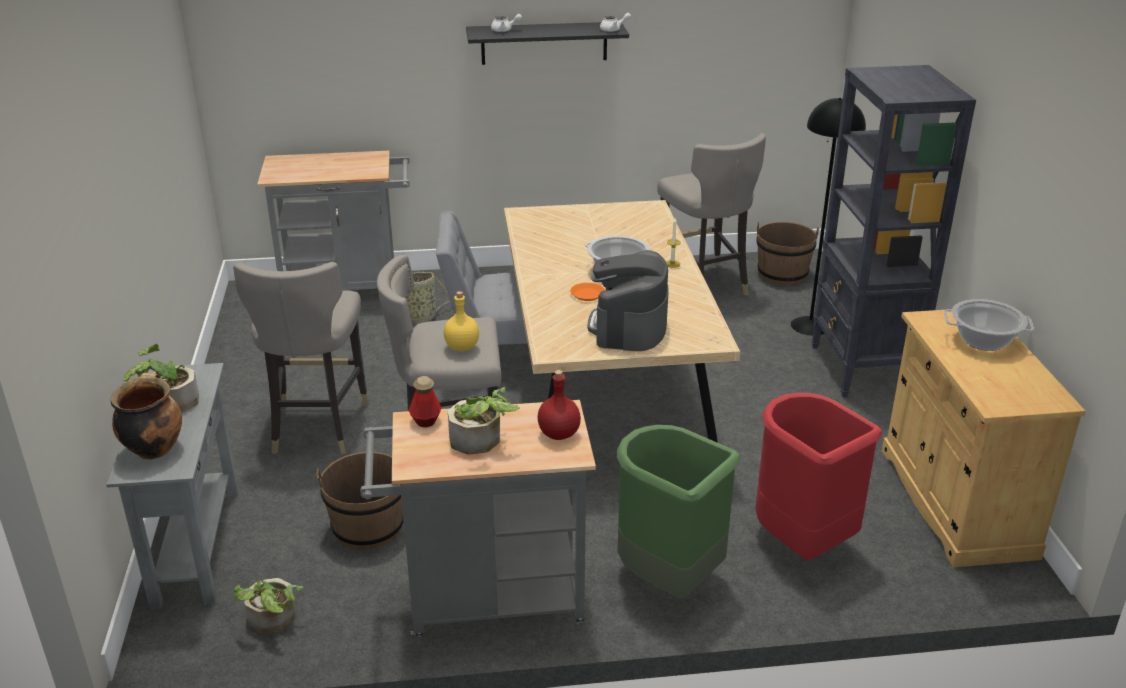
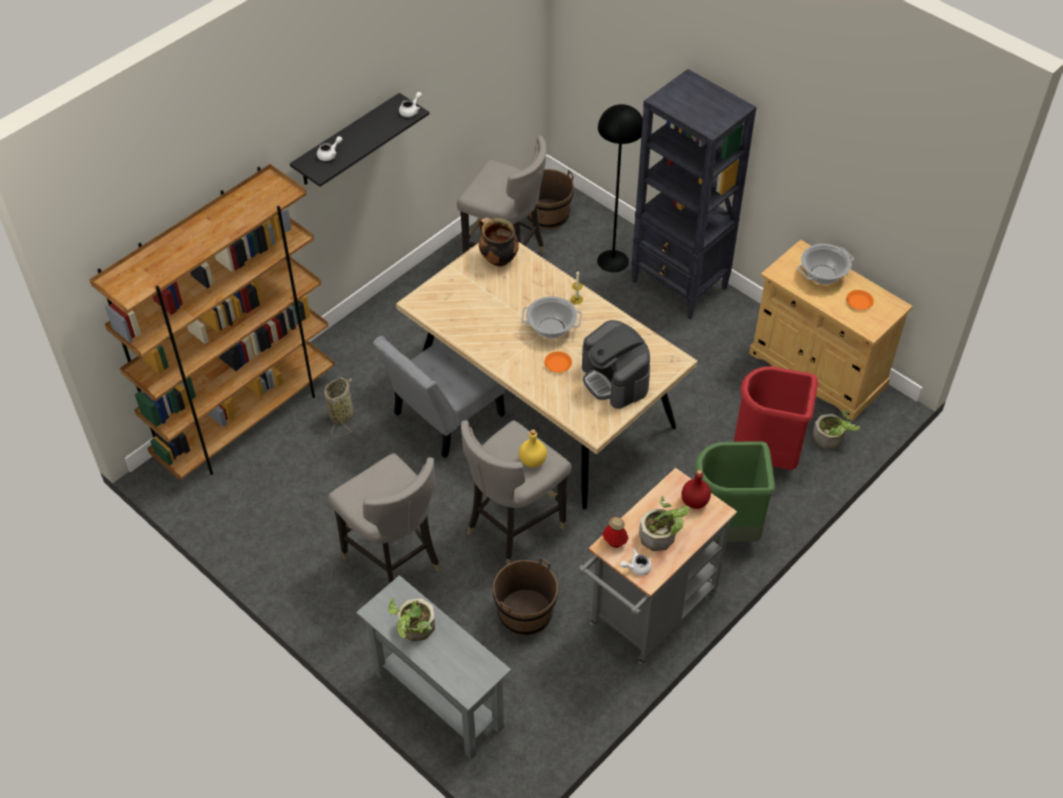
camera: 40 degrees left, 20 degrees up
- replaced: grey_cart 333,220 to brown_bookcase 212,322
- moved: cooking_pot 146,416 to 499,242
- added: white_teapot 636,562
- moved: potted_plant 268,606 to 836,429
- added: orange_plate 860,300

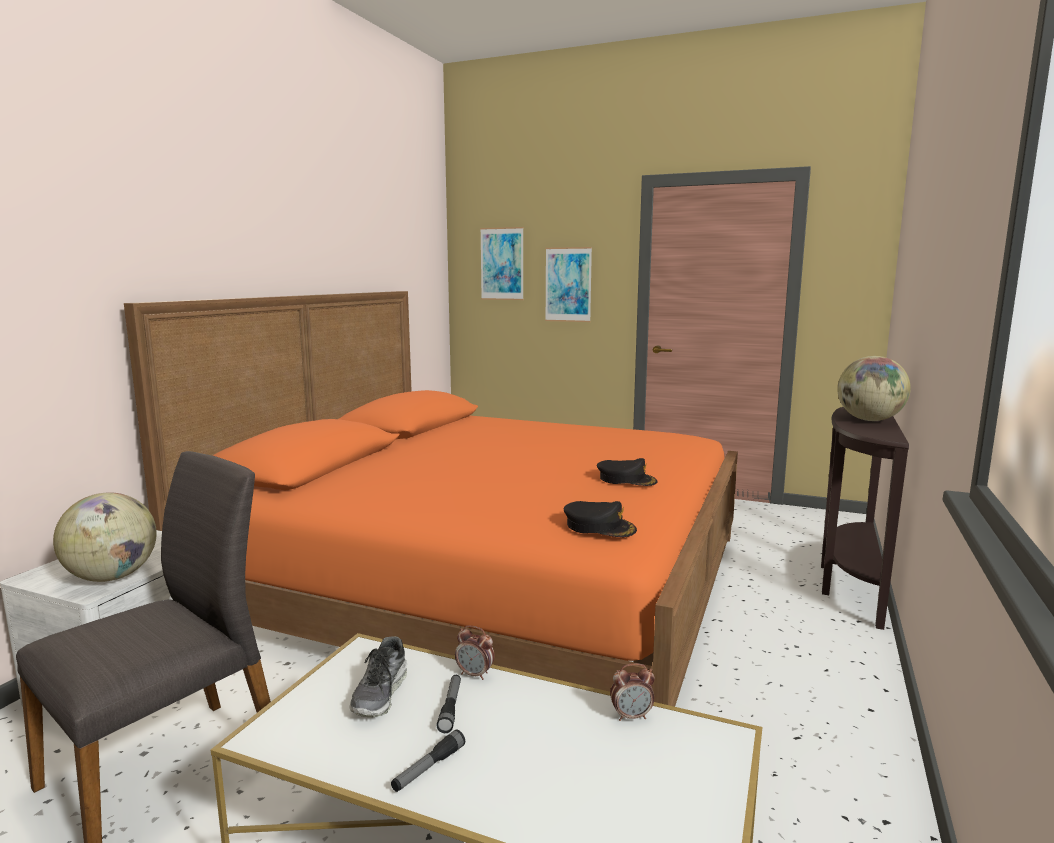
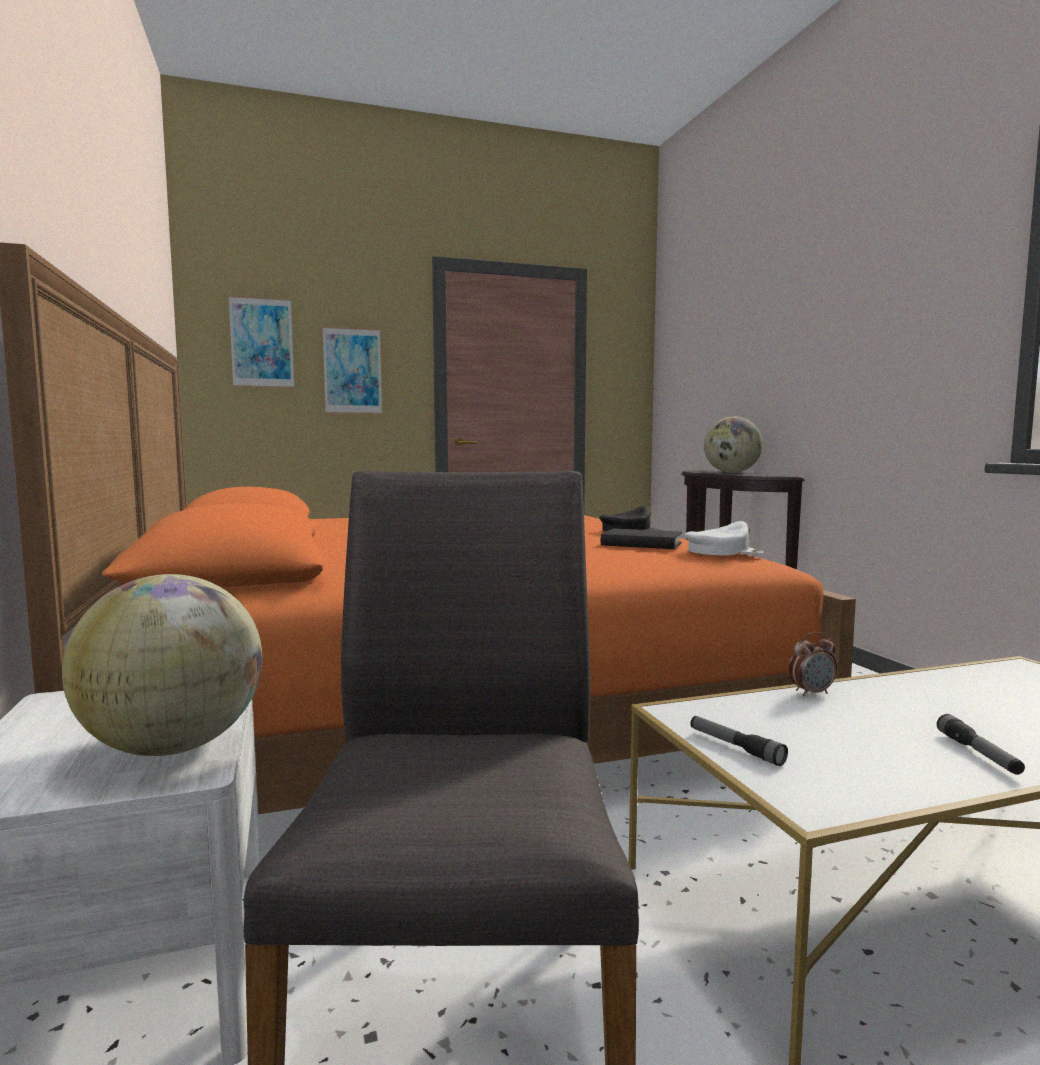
camera: 40 degrees left, 5 degrees down
- added: black_book 641,539
- recoloured: black_cap 600,519 to white_cap 724,538
- moved: flashlight 449,704 to 739,741
- removed: shoe 378,676
- removed: alarm_clock 632,692

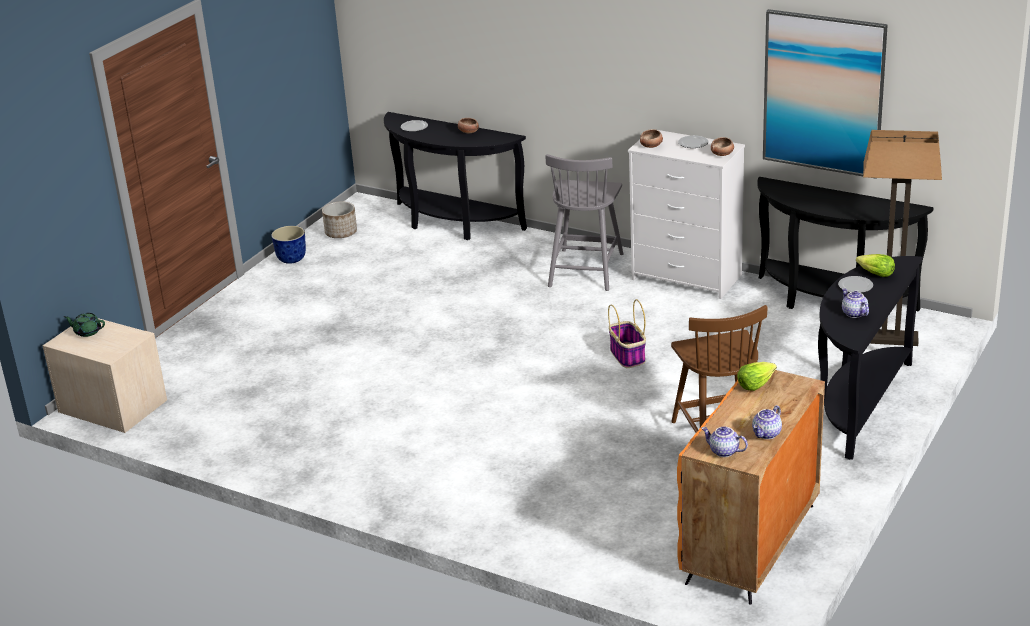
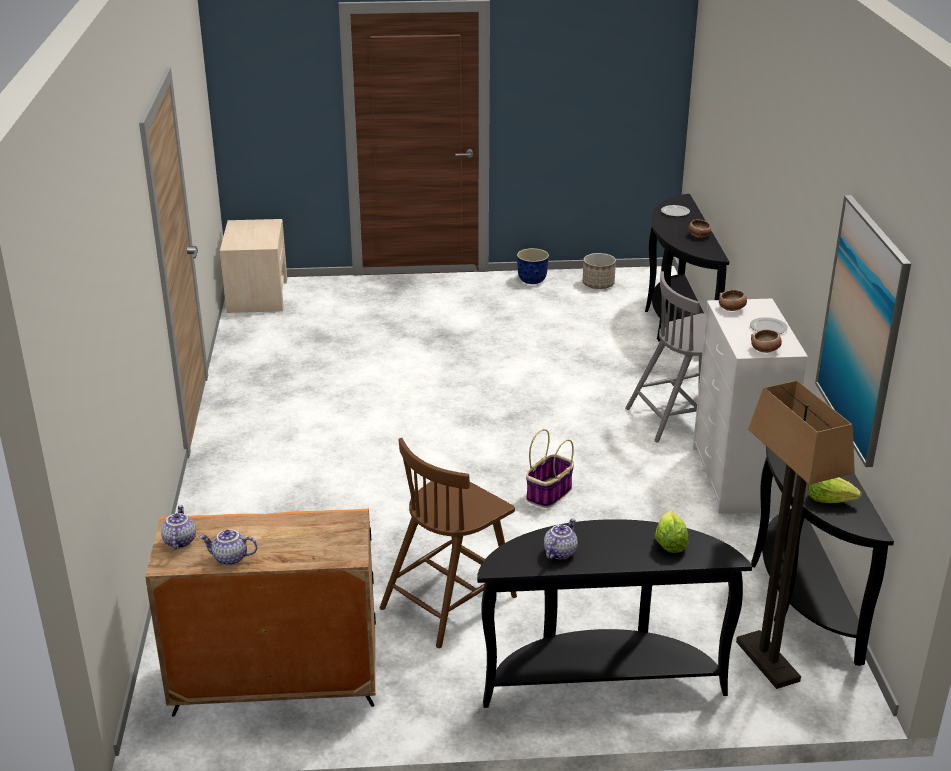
camera: 55 degrees right, 0 degrees up
- moved: lettuce 757,376 to 835,490
- removed: green_teapot 84,325
- removed: plate 855,284

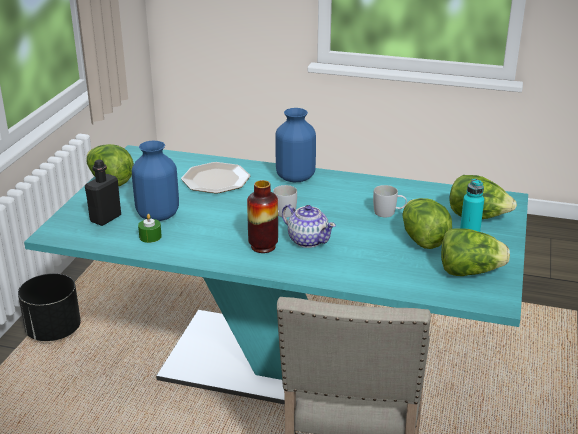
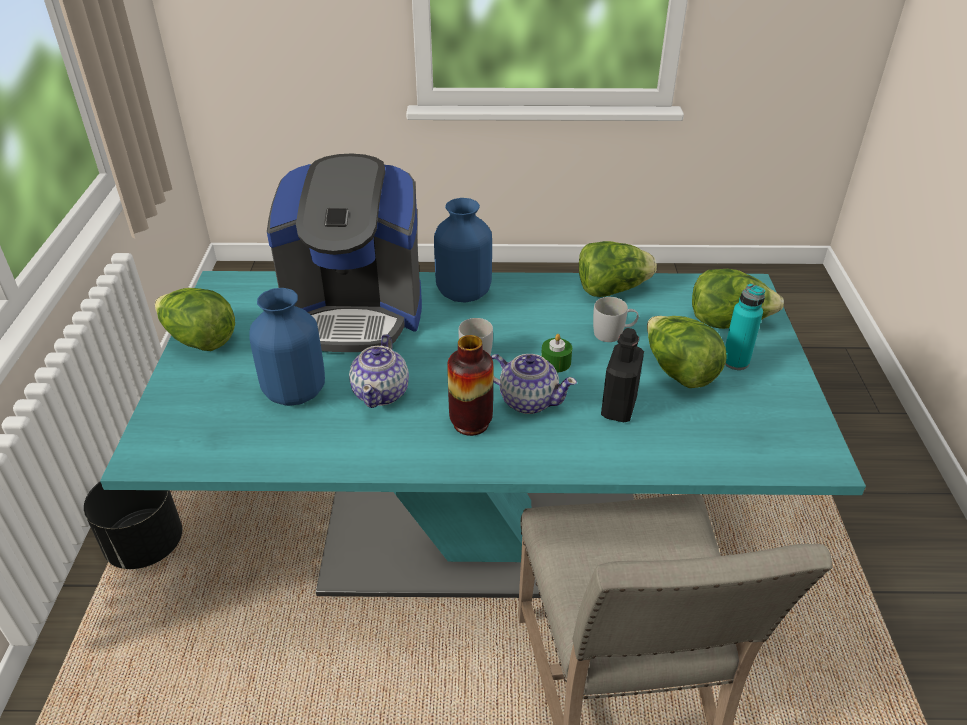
camera: 15 degrees left, 10 degrees up
- replaced: plate 215,178 to coffee_machine 344,252
- added: teapot 379,371
- moved: green_candle 150,228 to 556,353
- moved: lettuce 475,252 to 618,269
- moved: black_bottle 103,192 to 622,375

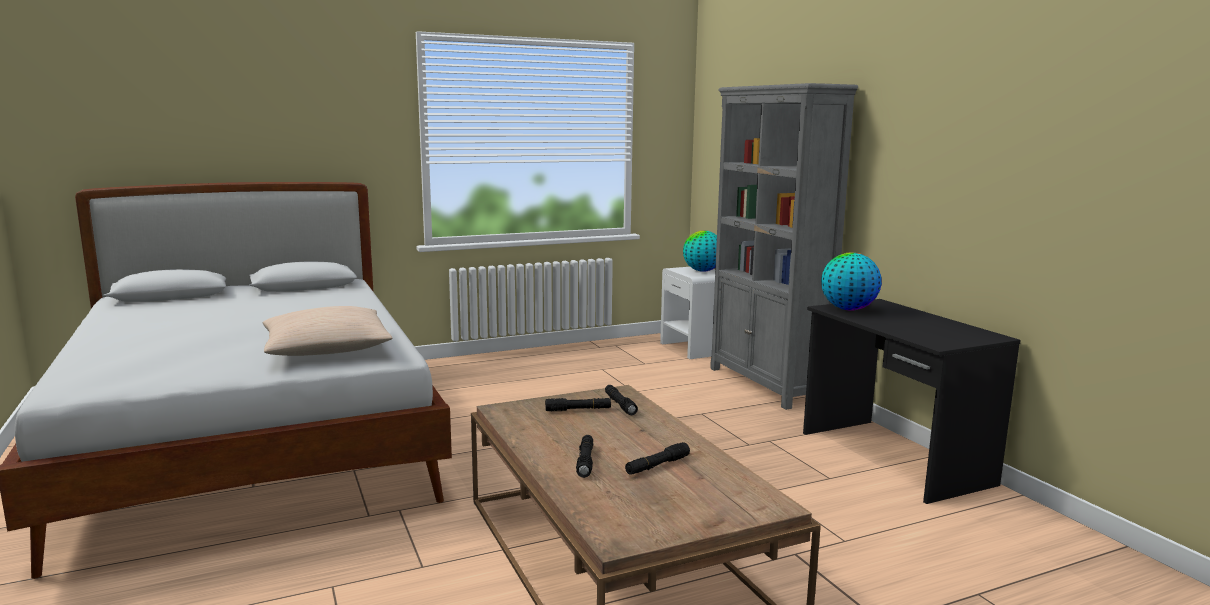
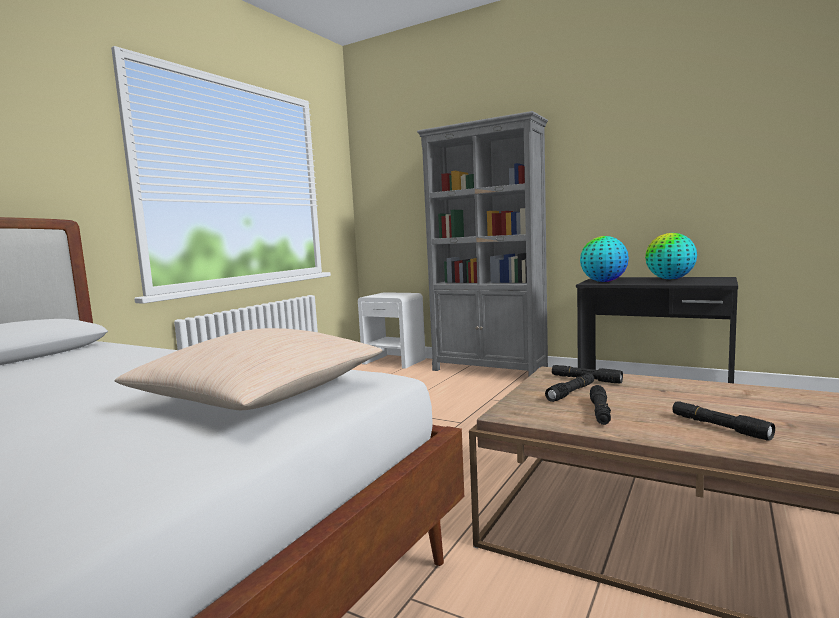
camera: 35 degrees left, 5 degrees down
- moved: black_flashlight 657,458 to 600,405
- moved: globe 700,251 to 671,256

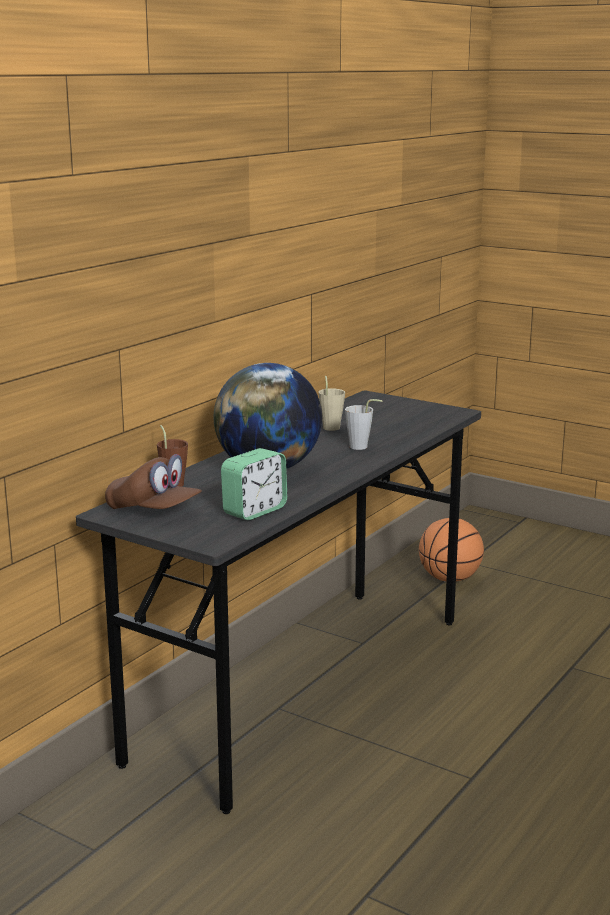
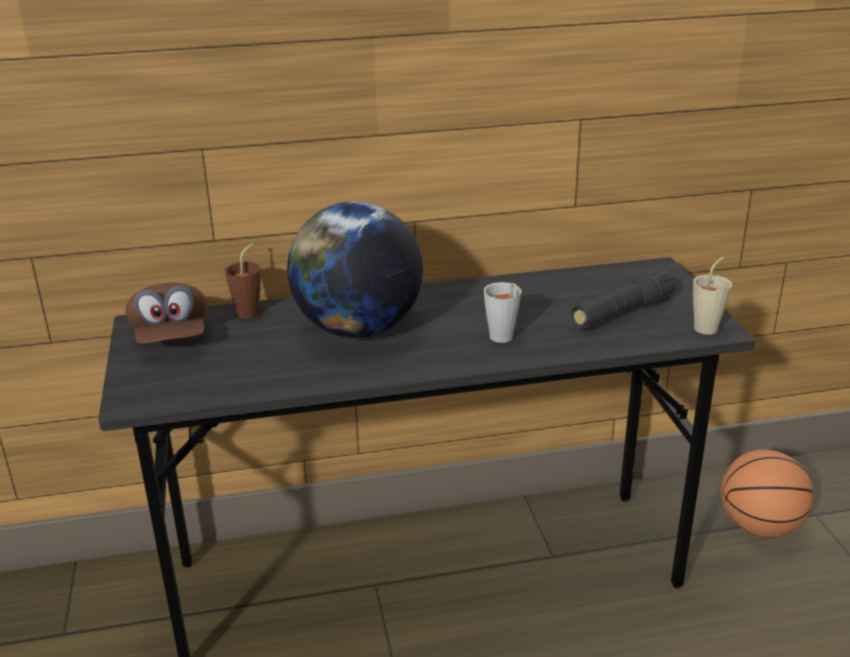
camera: 45 degrees right, 10 degrees up
- added: black_flashlight 623,299
- moved: beige_cup 332,403 to 712,296
- removed: alarm_clock 254,484

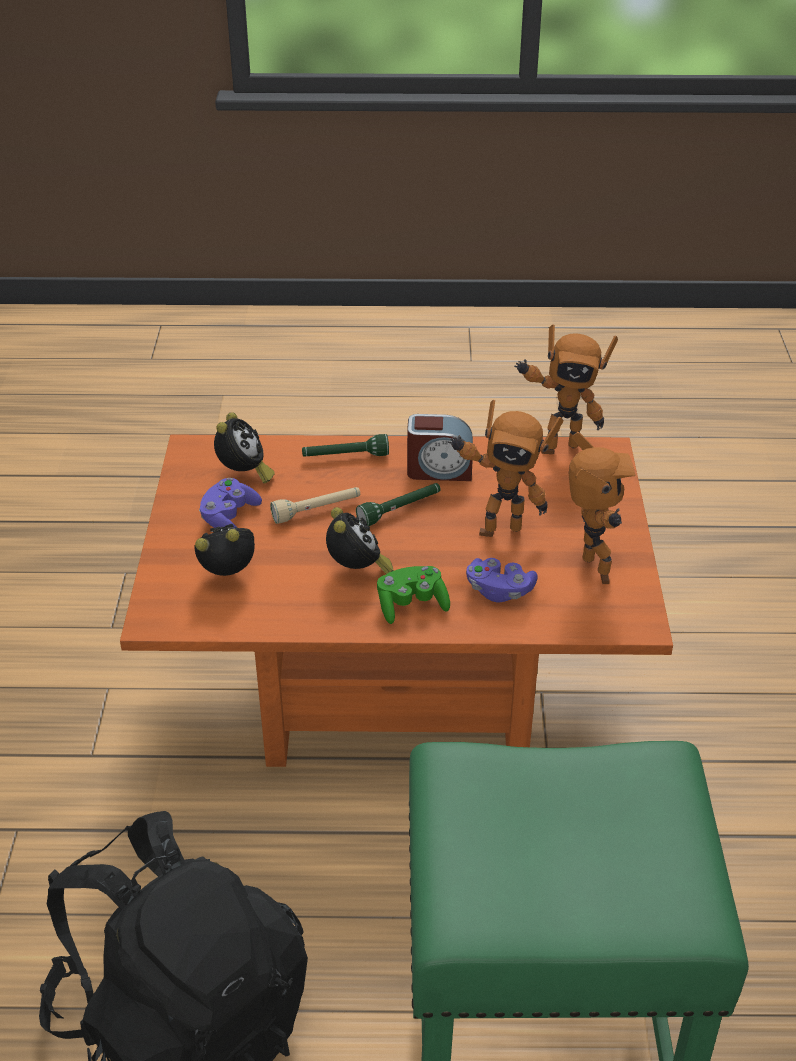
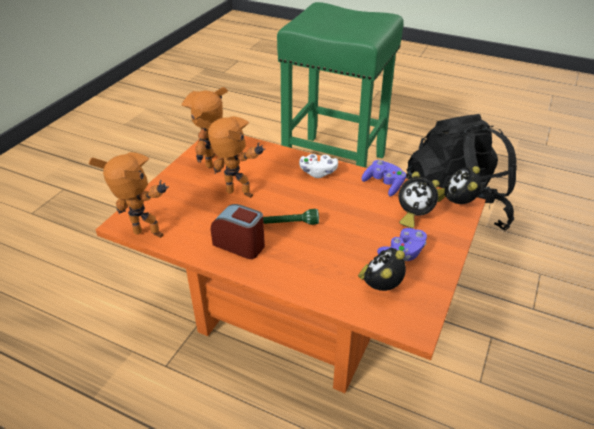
camera: 155 degrees left, 0 degrees up
- recoloured: green_game_controller 413,595 to white_game_controller 318,166
- moved: purple_game_controller 502,580 to 384,178
- moved: alarm_clock 359,540 to 459,185
- removed: beige_flashlight 315,505
- removed: green_flashlight 345,445

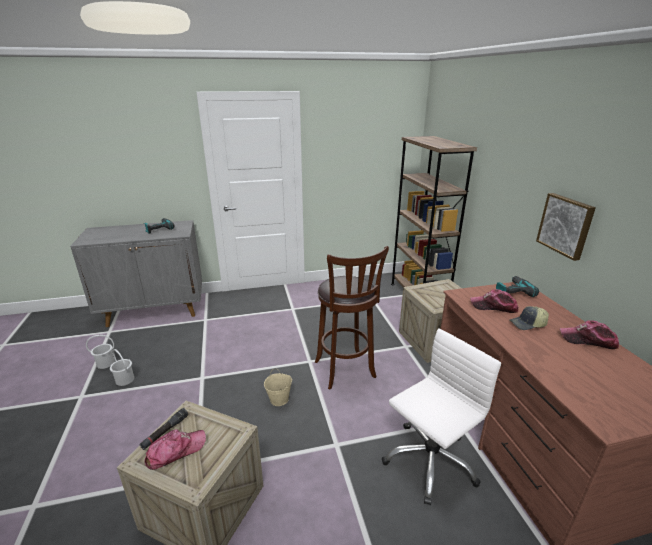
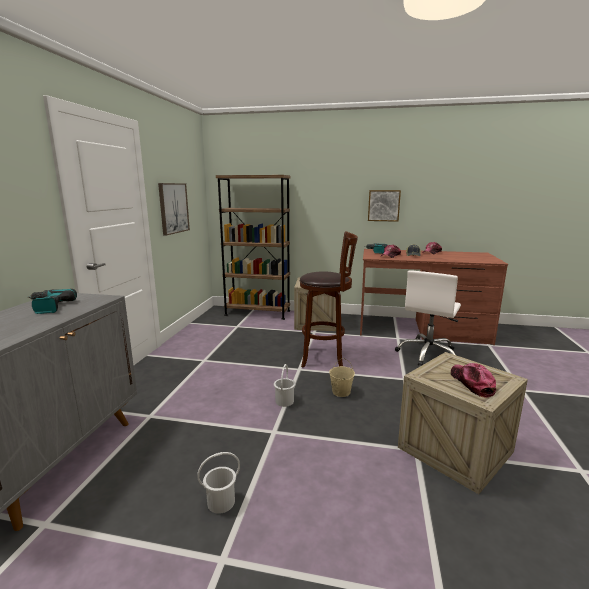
camera: 65 degrees left, 10 degrees down
- added: picture 174,209
- moved: white_bucket 100,352 to 285,385
- turned: white_office_chair 441,416 = 428,318 135 degrees counterclockwise
- removed: black_flashlight 164,429

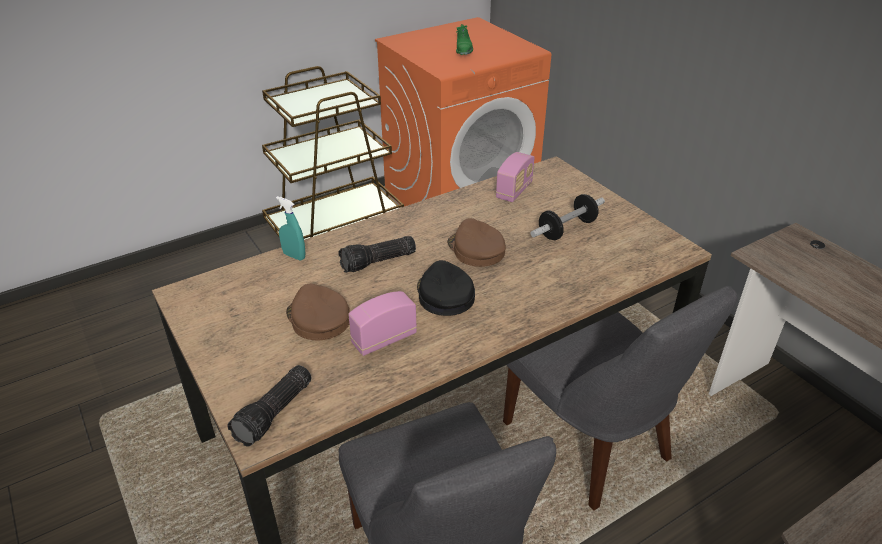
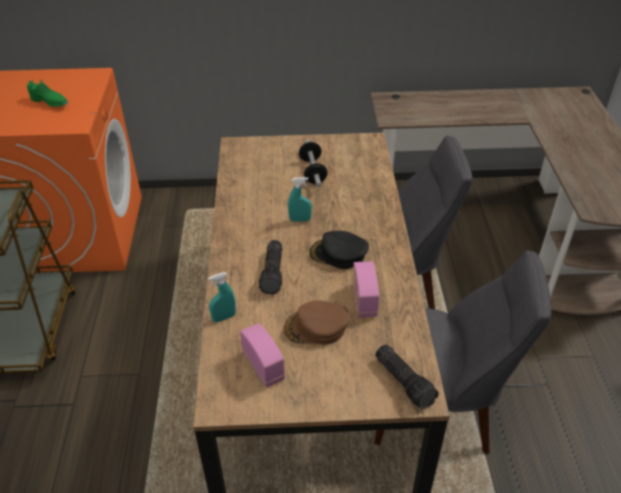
camera: 60 degrees left, 5 degrees up
- moved: radio 515,177 to 262,355
- replaced: brown_cap 476,242 to turquoise_spray_bottle 300,199

